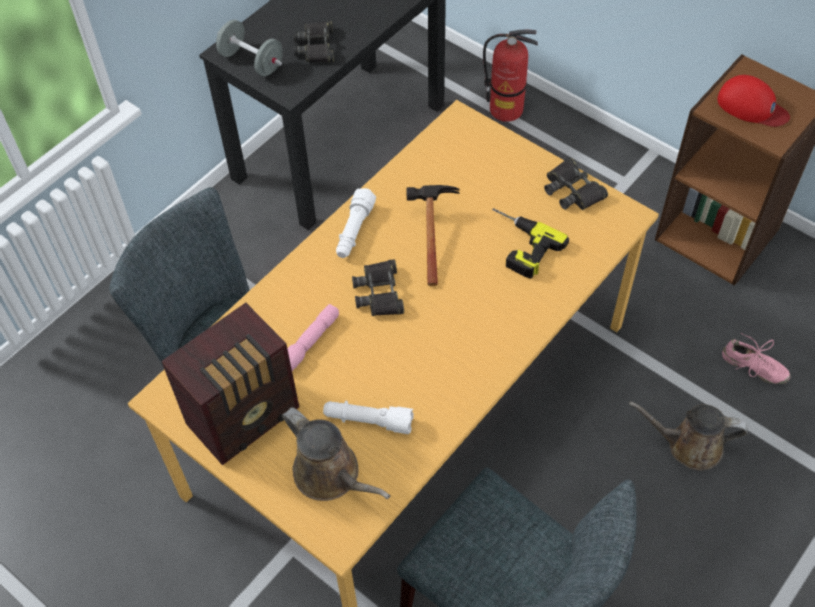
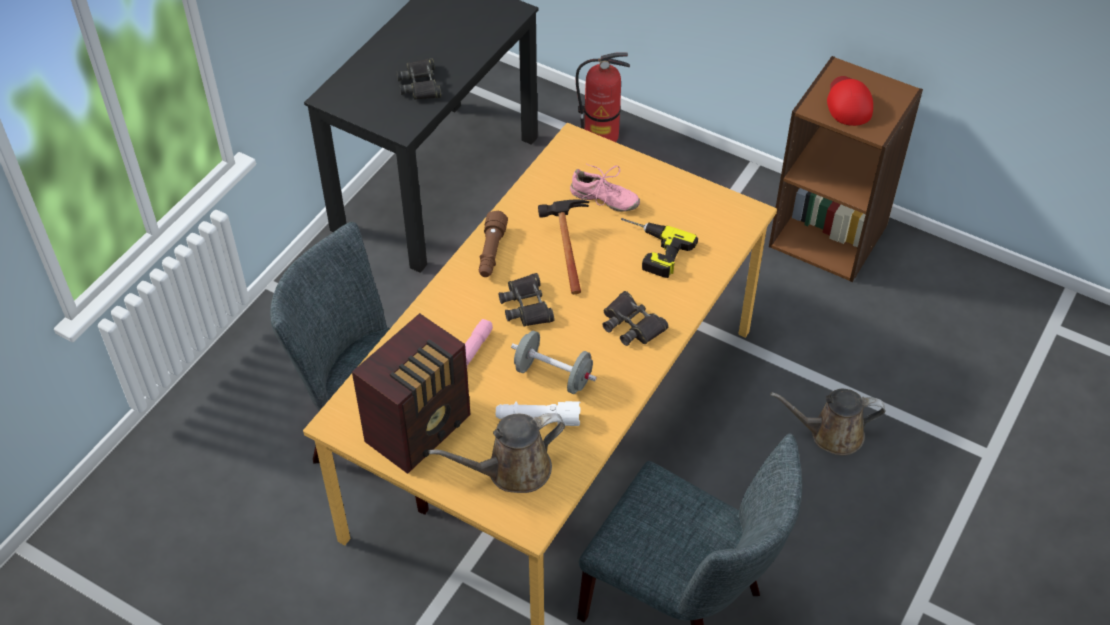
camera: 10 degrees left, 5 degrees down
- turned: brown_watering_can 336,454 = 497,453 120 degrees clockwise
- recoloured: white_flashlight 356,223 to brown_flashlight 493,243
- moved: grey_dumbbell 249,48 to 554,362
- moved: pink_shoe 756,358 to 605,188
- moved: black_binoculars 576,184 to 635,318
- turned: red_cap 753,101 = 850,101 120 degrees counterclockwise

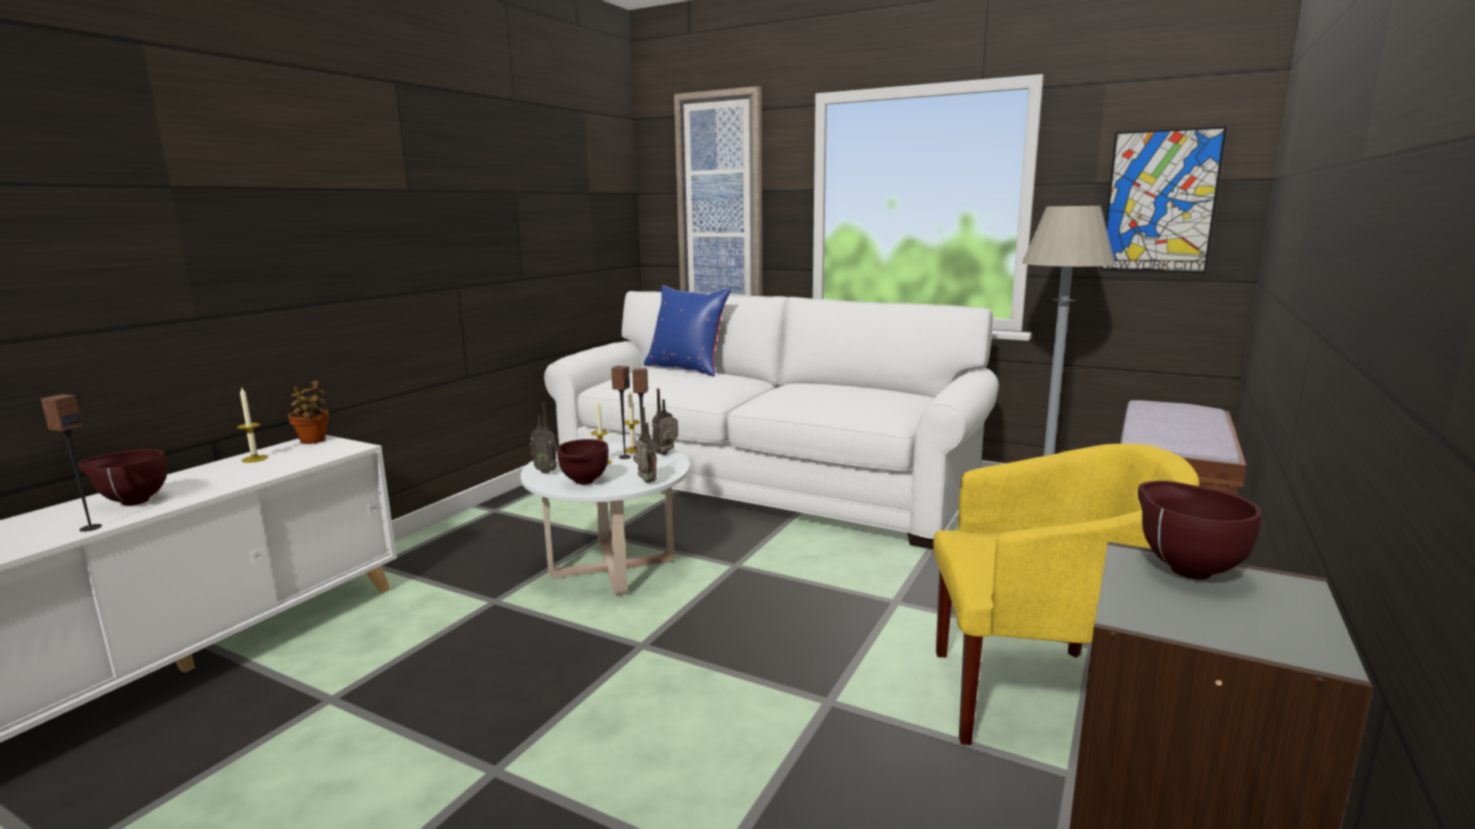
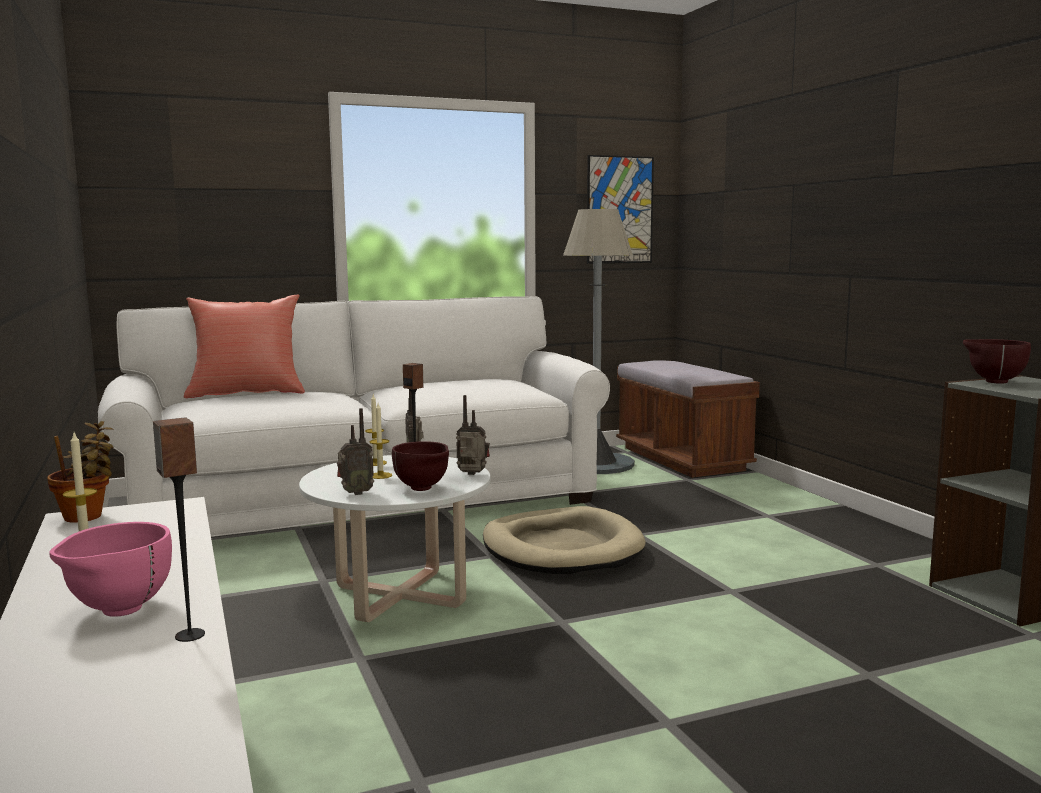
camera: 50 degrees left, 5 degrees down
- recoloured: brown_bowl 122,477 to pink_bowl 111,569
- recoloured: blue_pillow 687,331 to red_pillow 244,346
- added: beige_dog_bed 564,540
- removed: speaker 621,412
- removed: picture 718,191
- removed: yellow_armchair 1066,594

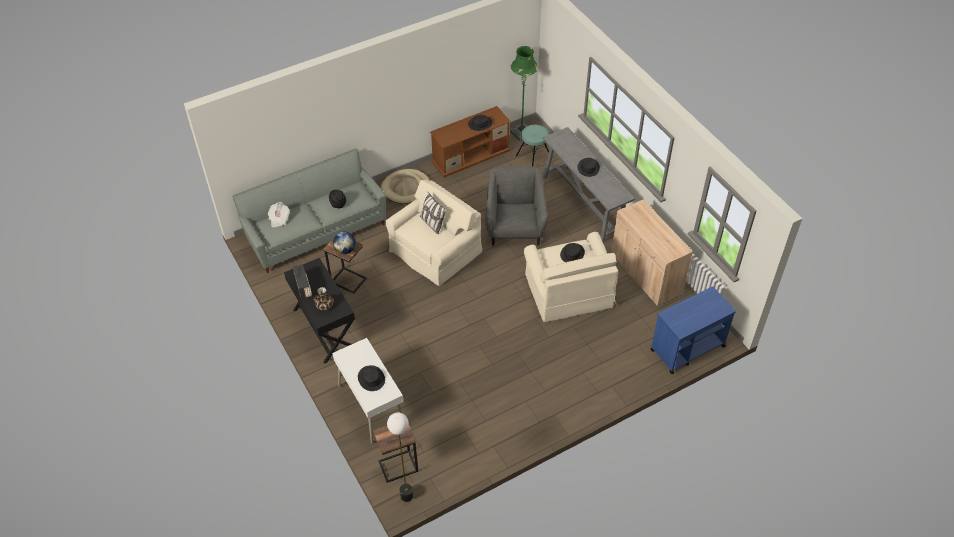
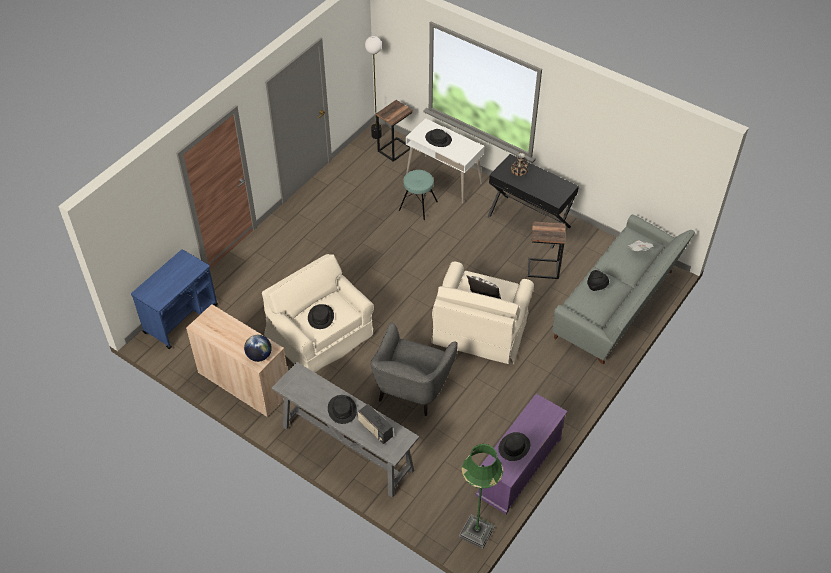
camera: 155 degrees right, 0 degrees up
- moved: globe 344,243 to 258,348
- moved: radio 302,281 to 375,424
- turned: grey_armchair 516,206 = 414,369 45 degrees clockwise
- moved: turquoise_stool 532,145 to 418,195
- recoloured: brown_tv_stand 470,142 to purple_tv_stand 521,454
- removed: beige_dog_bed 405,186

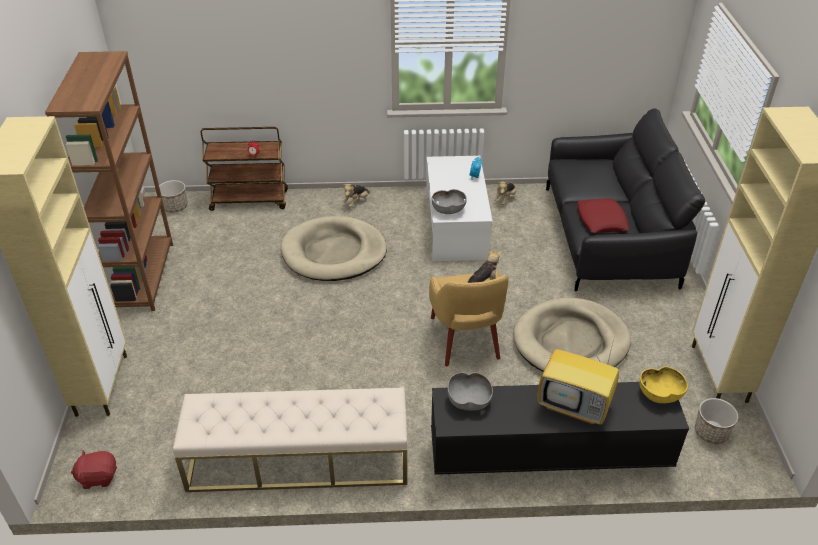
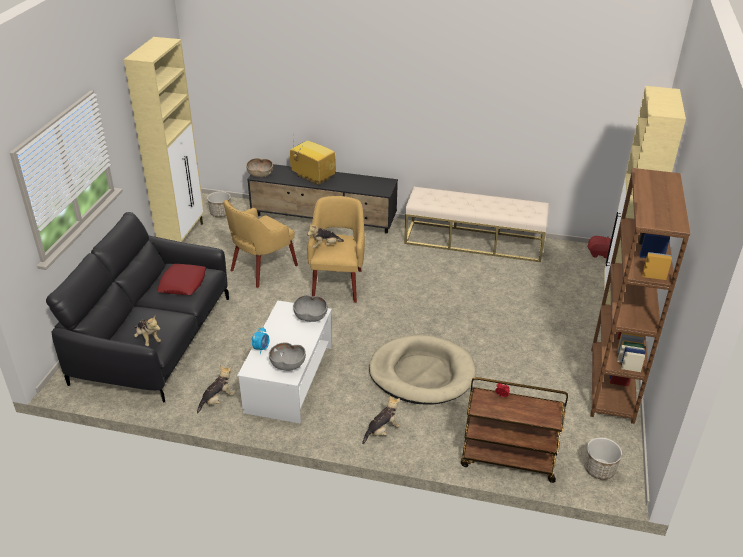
camera: 165 degrees left, 5 degrees down
- added: plush_toy 147,331
- replaced: beige_dog_bed 572,335 to yellow_armchair 261,244
- recoloured: yellow_bowl 664,384 to brown_bowl 259,167
- moved: grey_bowl 470,391 to 287,356

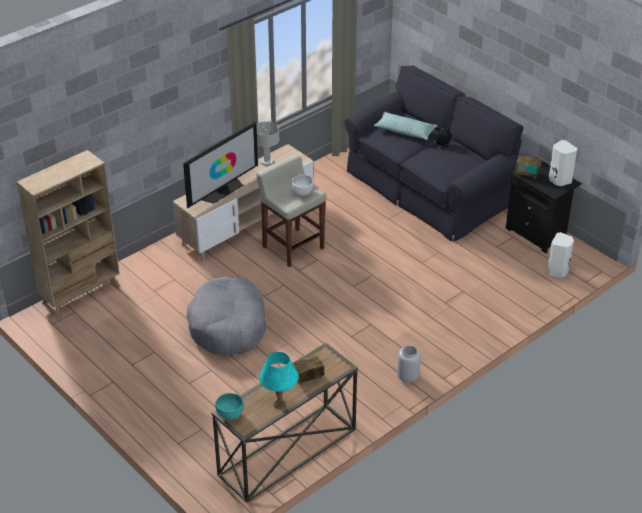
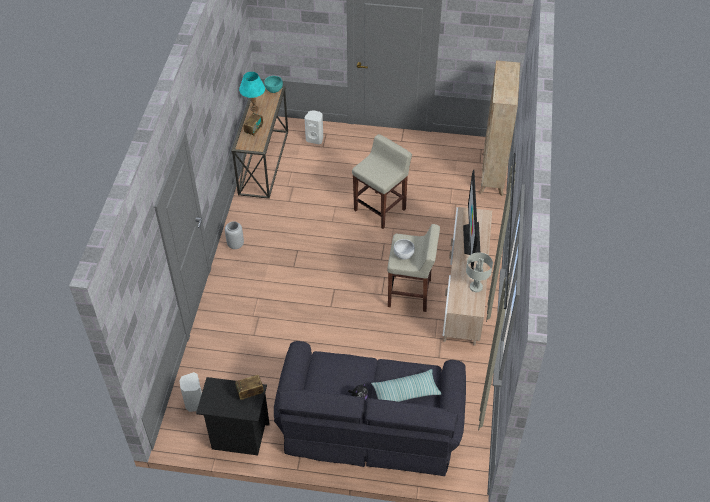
camera: 140 degrees right, 10 degrees up
- moved: white_speaker 563,163 to 313,127
- replaced: grey_dog_bed 226,316 to beige_stool 382,181

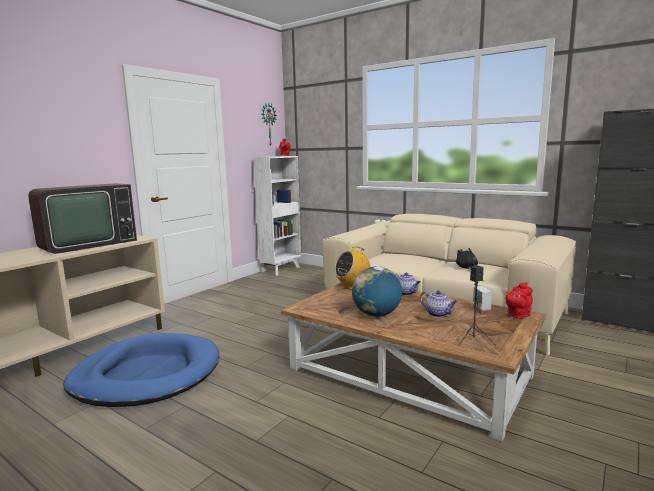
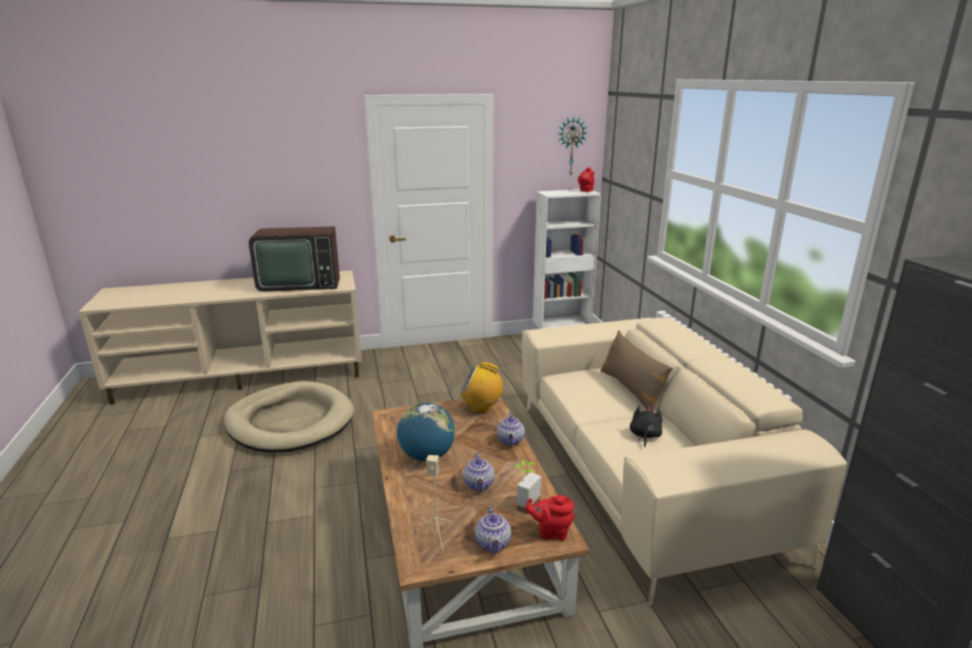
camera: 40 degrees right, 10 degrees up
- recoloured: blue_dog_bed 141,370 to beige_dog_bed 289,416
- recoloured: black_speaker 476,305 to beige_speaker 433,503
- added: teapot 493,530
- added: brown_pillow 636,371

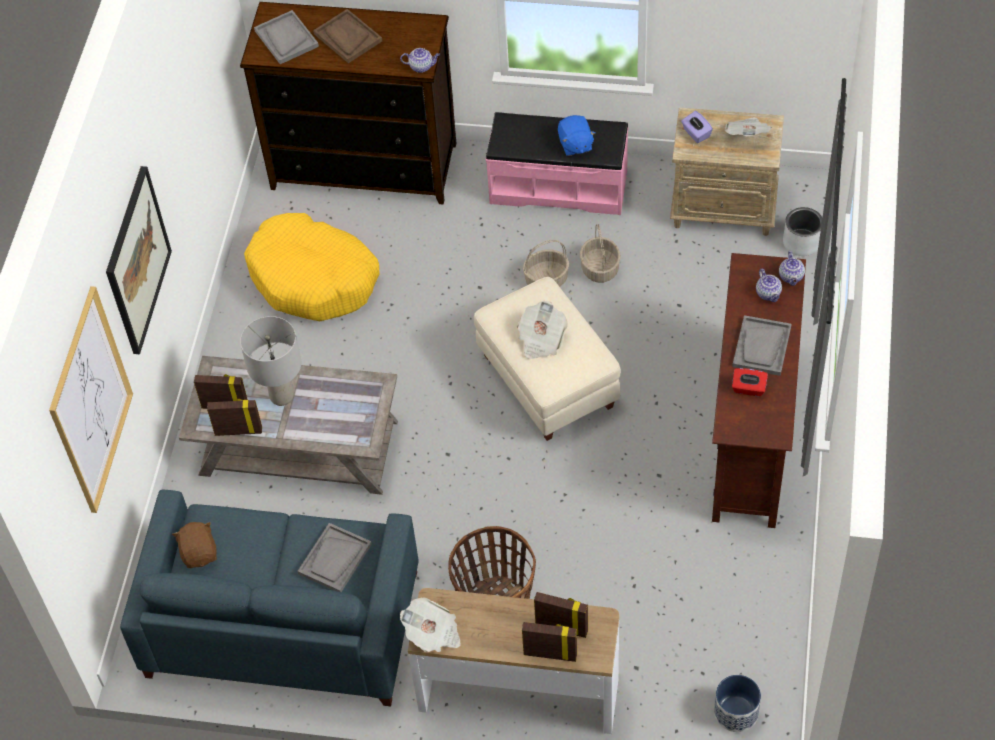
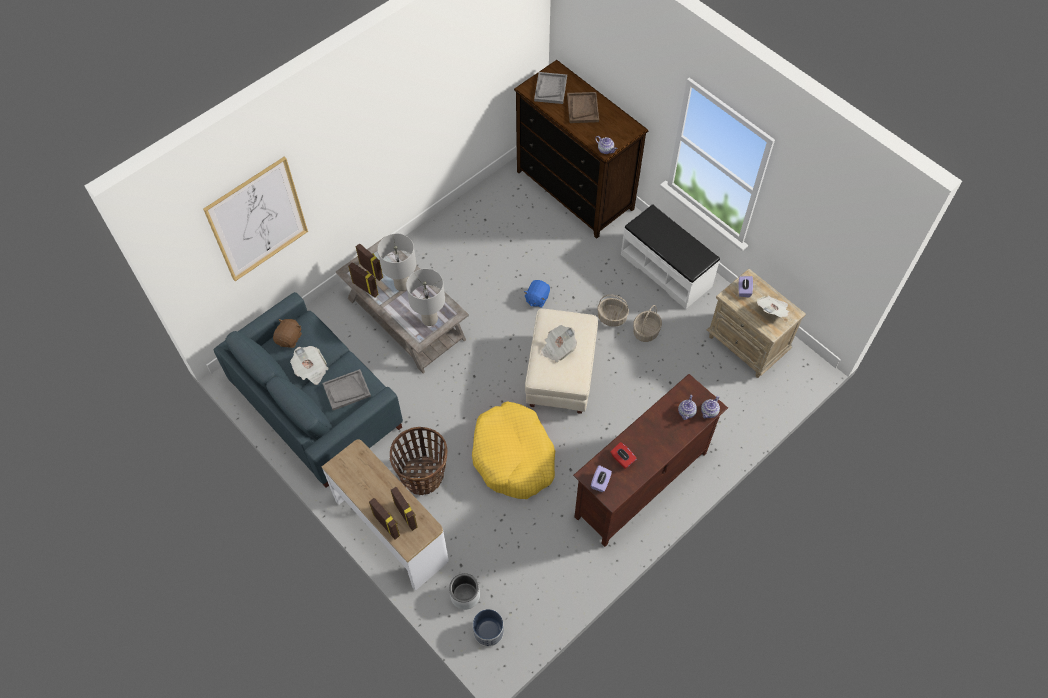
camera: 35 degrees right, 5 degrees up
- moved: newspaper 430,625 to 309,365
- added: grey_table_lamp 425,297
- moved: grey_planter 802,231 to 464,591
- moved: yellow_dog_bed 311,267 to 513,450
- moved: blue_plush_toy 576,135 to 537,293
- added: purple_tissue_box 601,478
- recoloured: pink_bench 557,163 to white_bench 670,256
- removed: picture 139,260
- removed: grey_tray 761,345

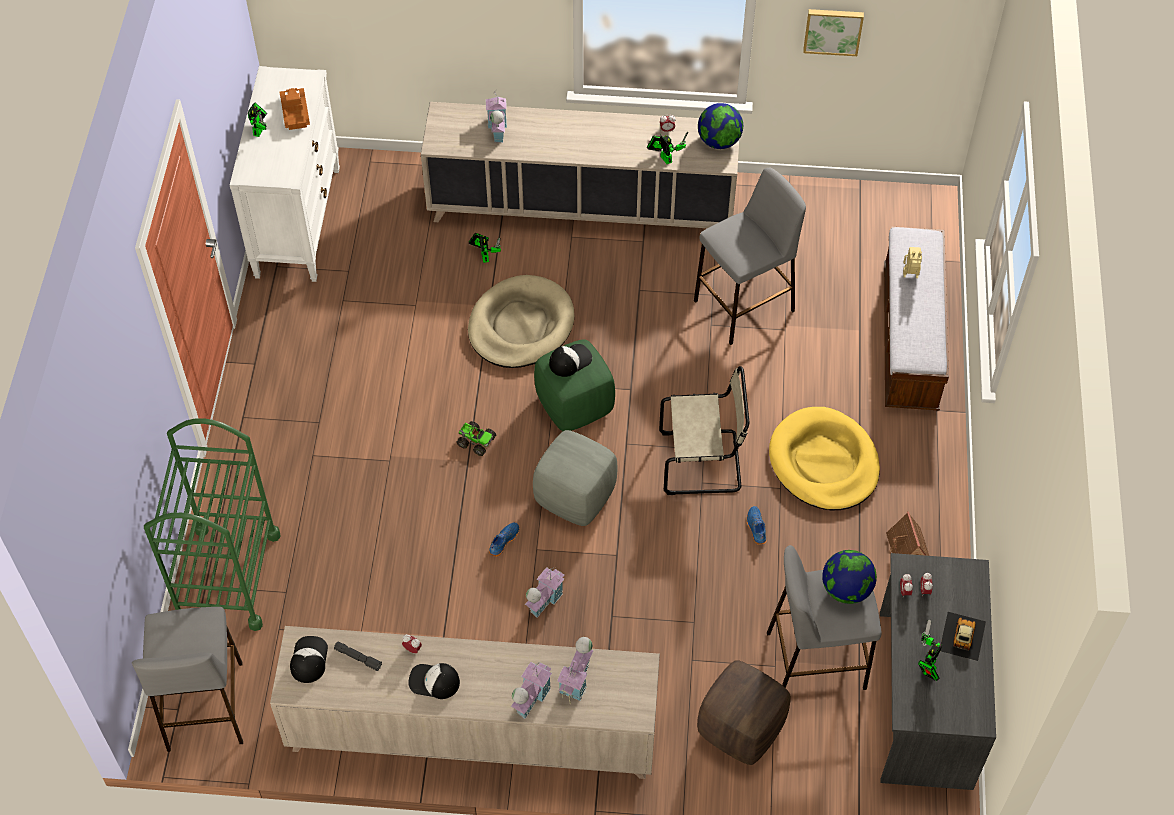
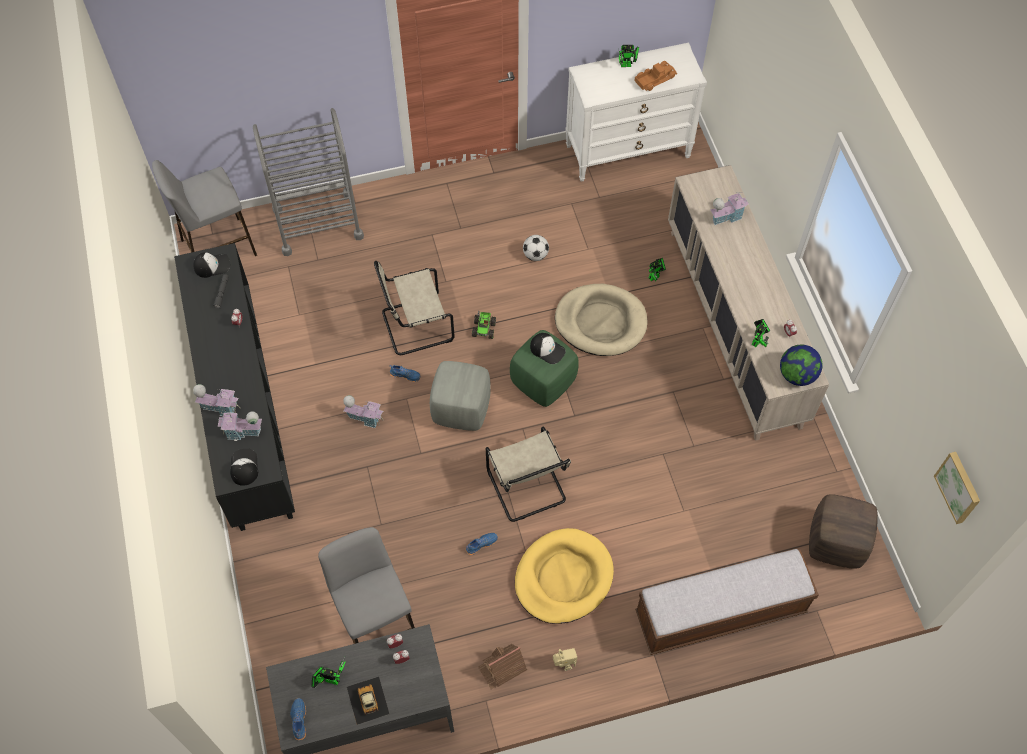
camera: 70 degrees right, 5 degrees up
- recoloured: beige_cabinet 465,702 to black_cabinet 234,387
- moved: cap 434,681 to 244,467
- recoloured: green_cart 212,524 to grey_cart 308,182
- added: blue_shoe 298,719
- turned: toy_car 963,636 = 368,701 105 degrees counterclockwise
- added: beige_chair 414,308
- added: football 536,248
- moved: toy_robot 912,262 to 565,659
- moved: brown_ottoman 744,712 to 843,531
- moved: picture 833,32 to 957,488
- removed: grey_stool 750,256
- removed: globe 849,577

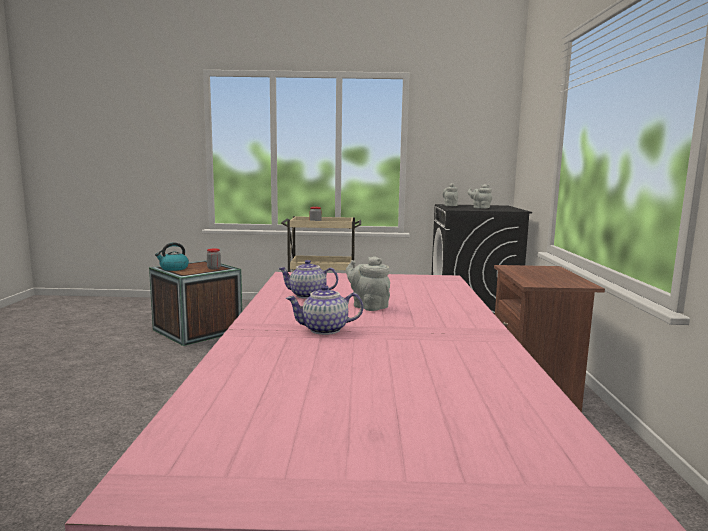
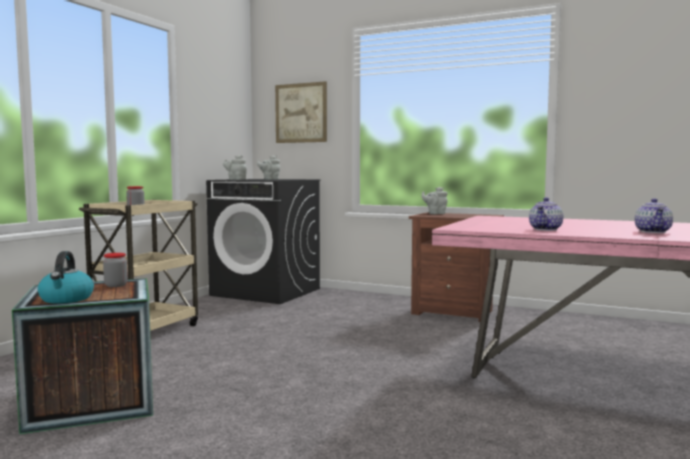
camera: 65 degrees left, 5 degrees down
- added: picture 301,112
- moved: grey_teapot 368,283 to 434,200

